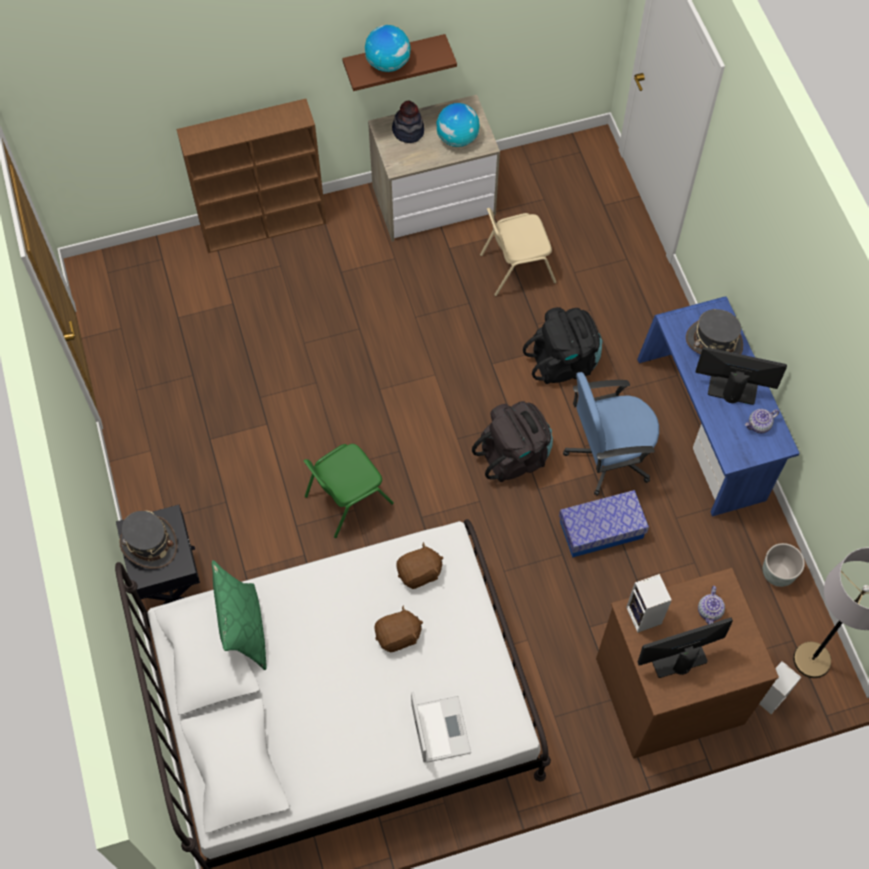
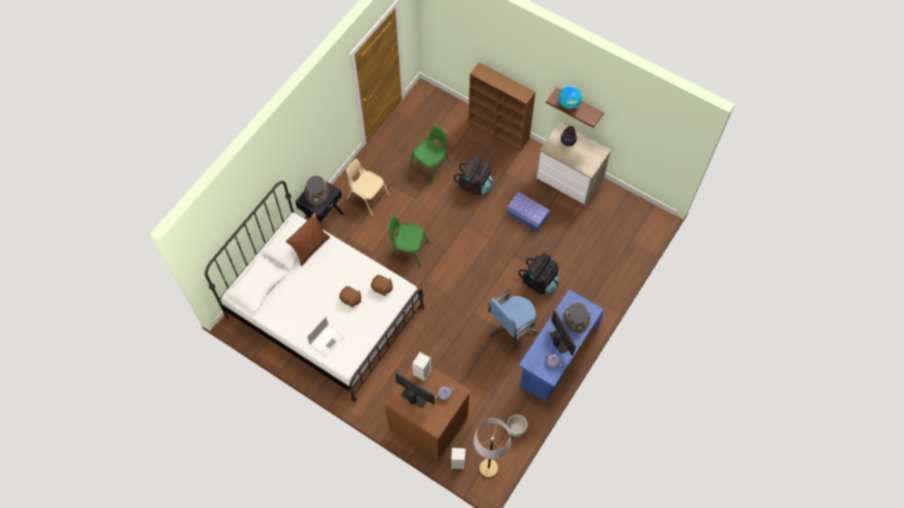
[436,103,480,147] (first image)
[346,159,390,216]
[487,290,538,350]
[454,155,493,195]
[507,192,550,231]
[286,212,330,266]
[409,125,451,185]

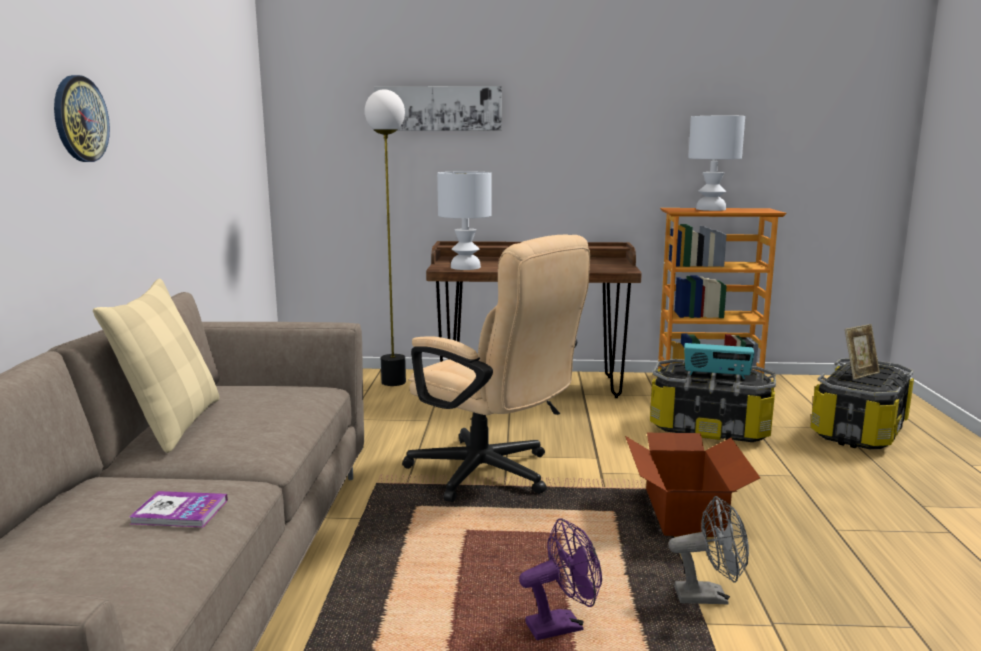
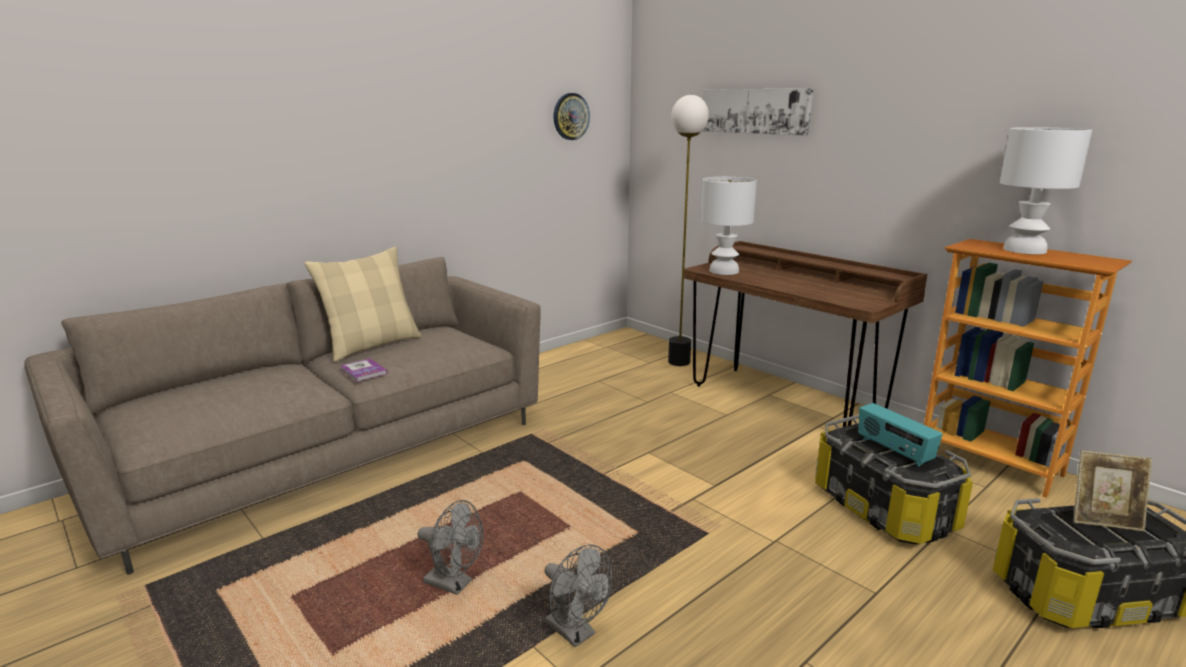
[554,93,590,140]
[402,234,590,502] (first image)
[625,433,760,537] (first image)
[340,358,388,382]
[418,500,484,595]

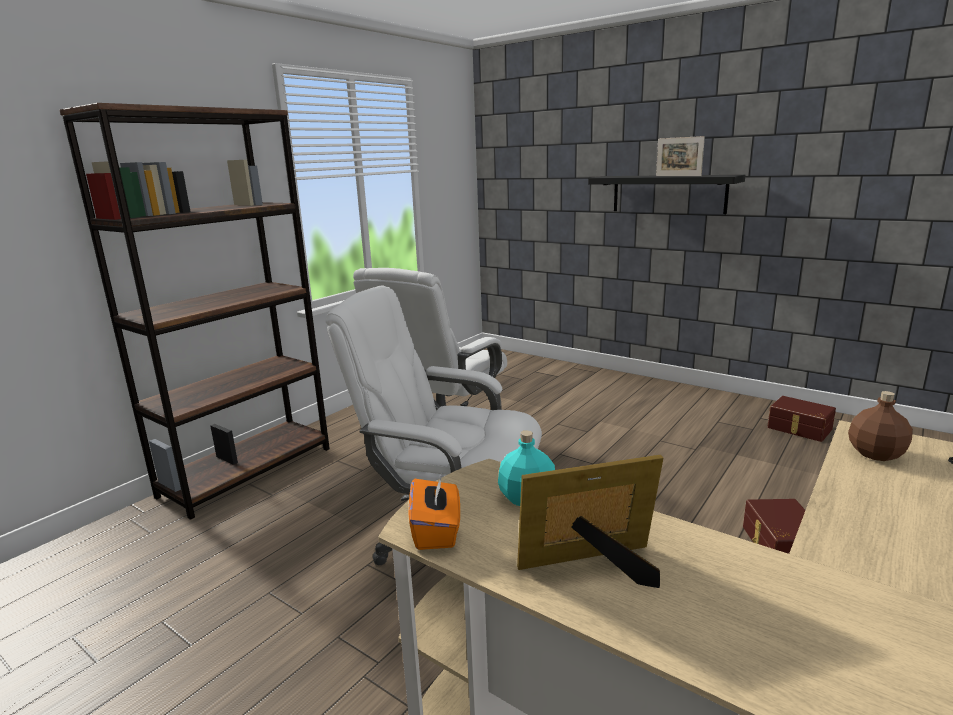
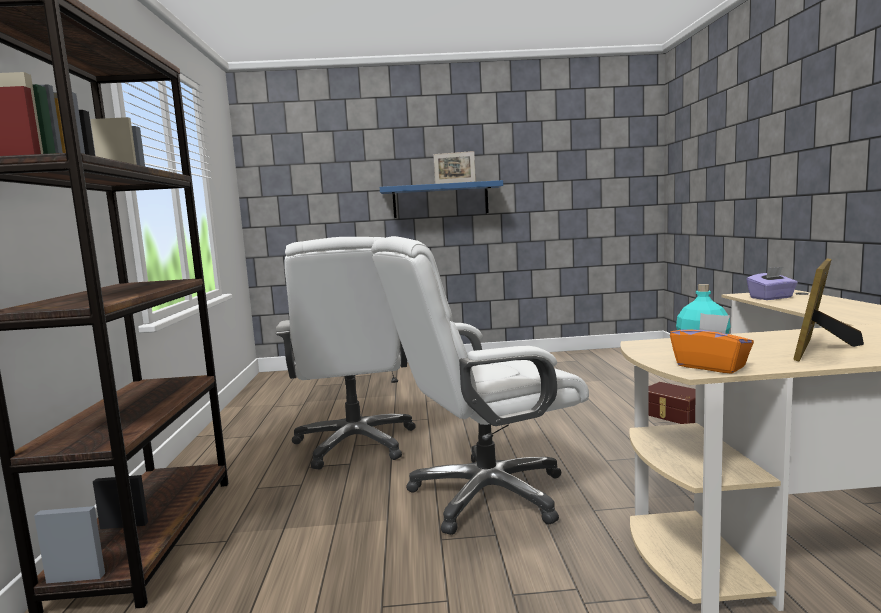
[380,180,503,218]
[746,267,798,300]
[767,396,836,442] (first image)

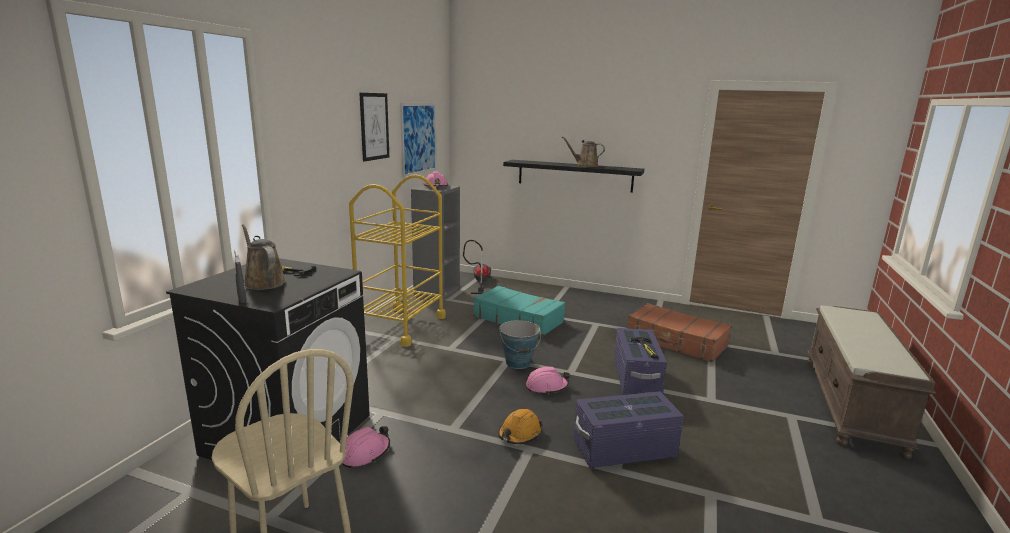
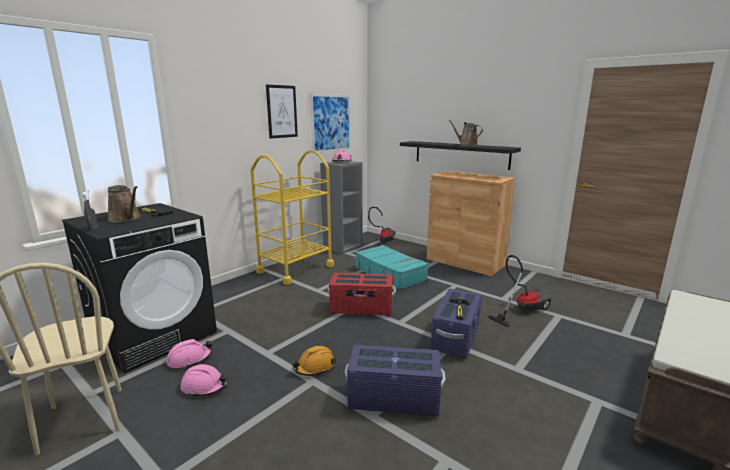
[108,185,140,222]
[488,255,552,327]
[327,273,396,316]
[180,364,228,397]
[427,171,515,276]

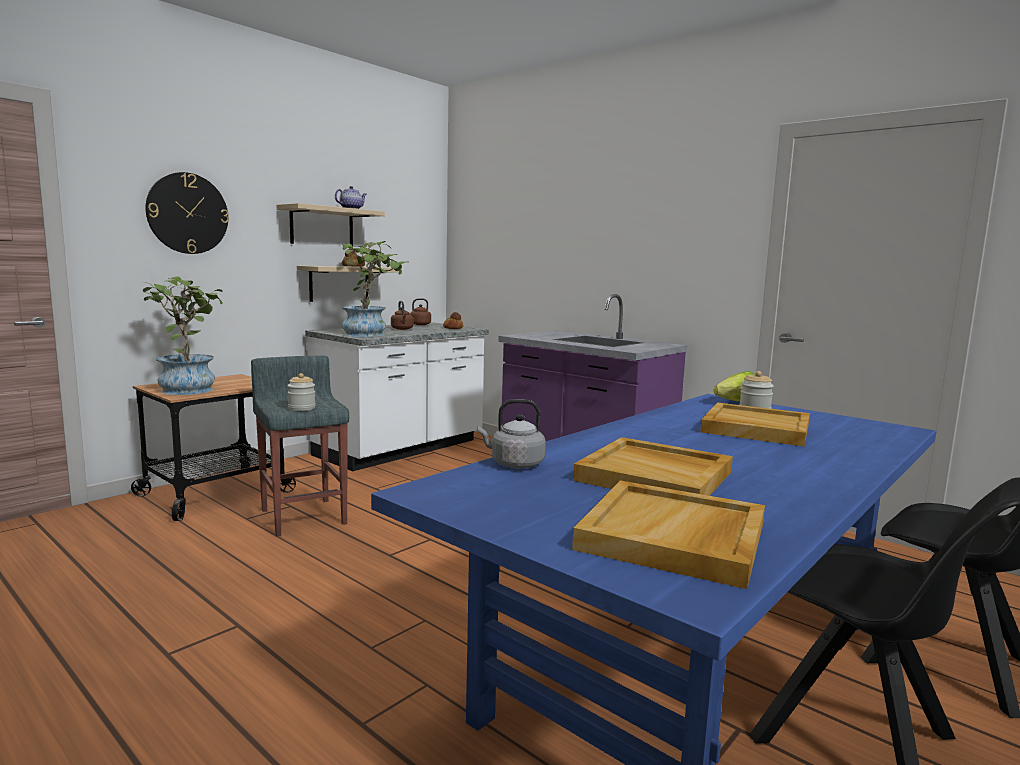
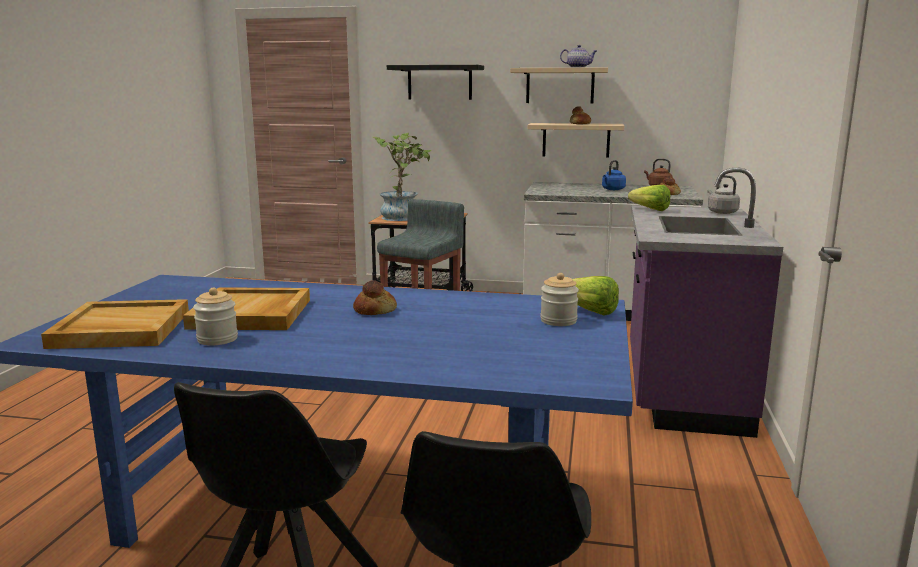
[387,65,484,100]
[341,241,406,337] (first image)
[602,160,626,190]
[193,288,238,346]
[708,175,740,214]
[700,403,810,447] (first image)
[628,185,670,211]
[353,280,397,315]

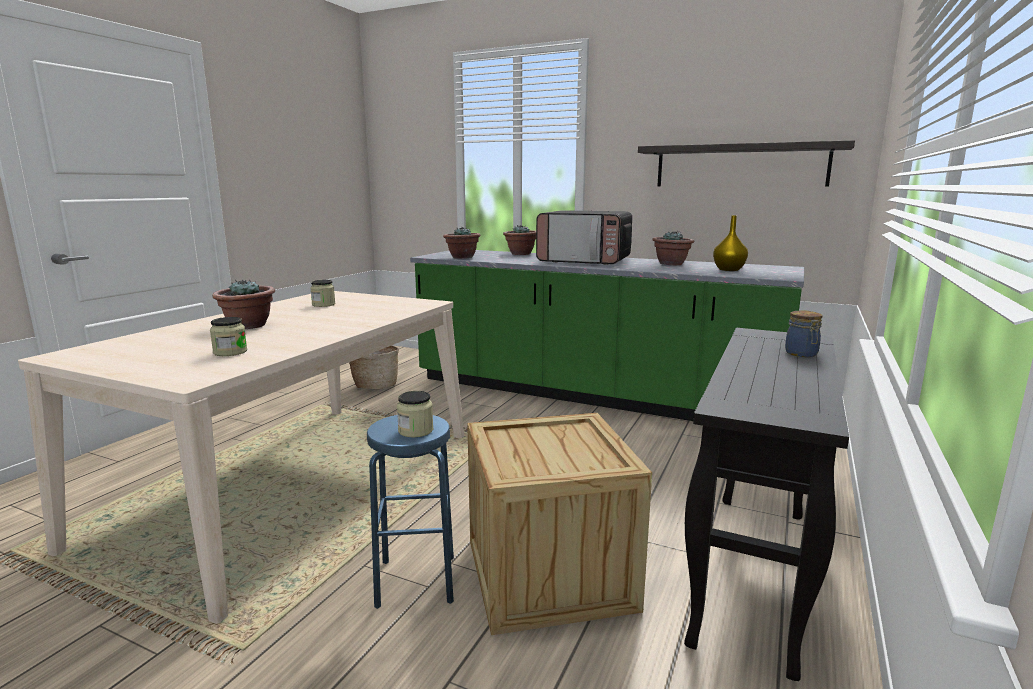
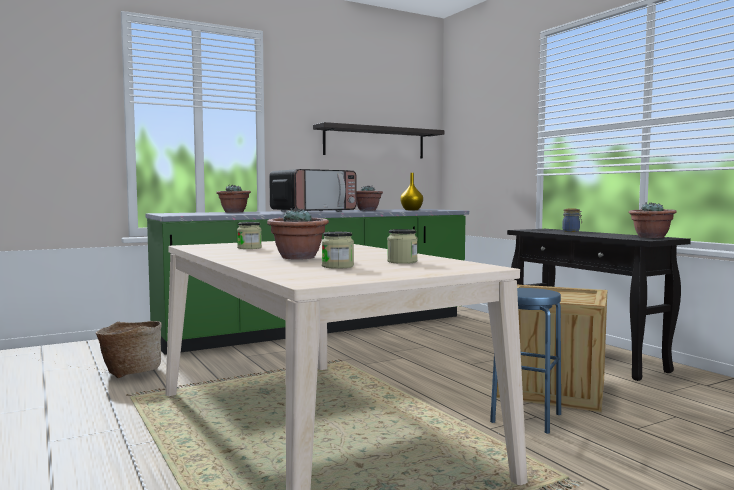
[629,202,677,238]
[322,232,354,269]

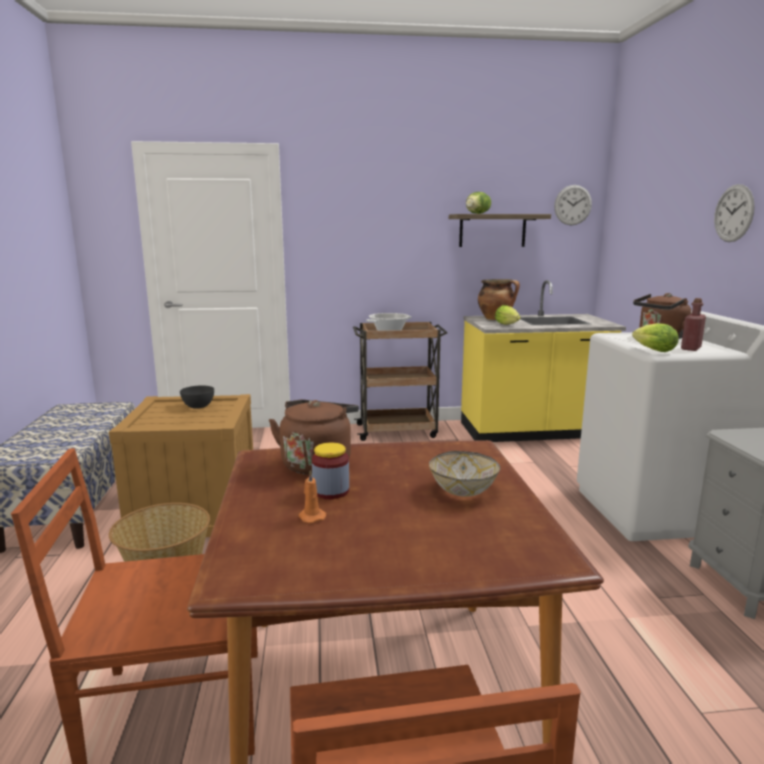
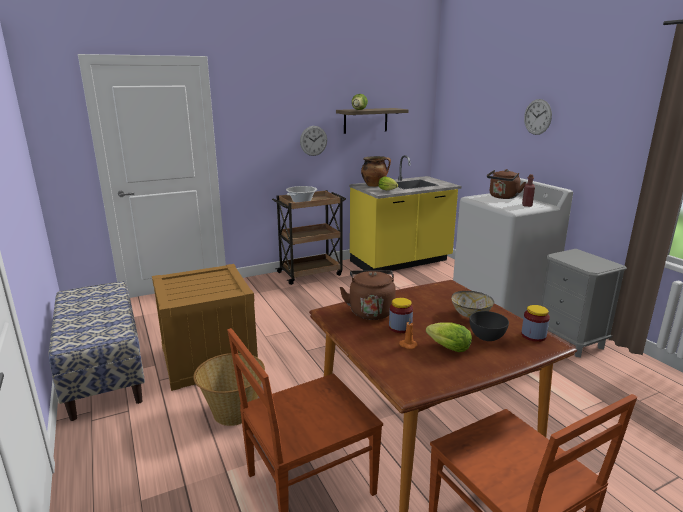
[300,126,327,156]
[426,322,472,352]
[470,311,509,341]
[521,305,550,342]

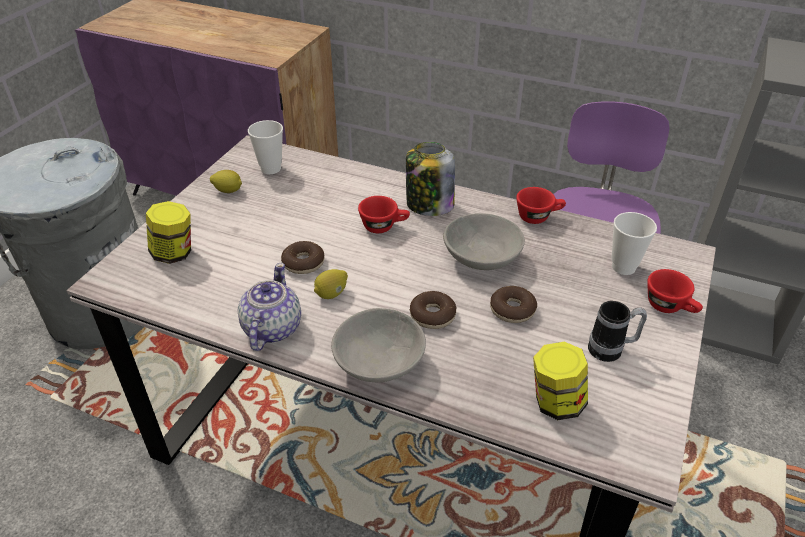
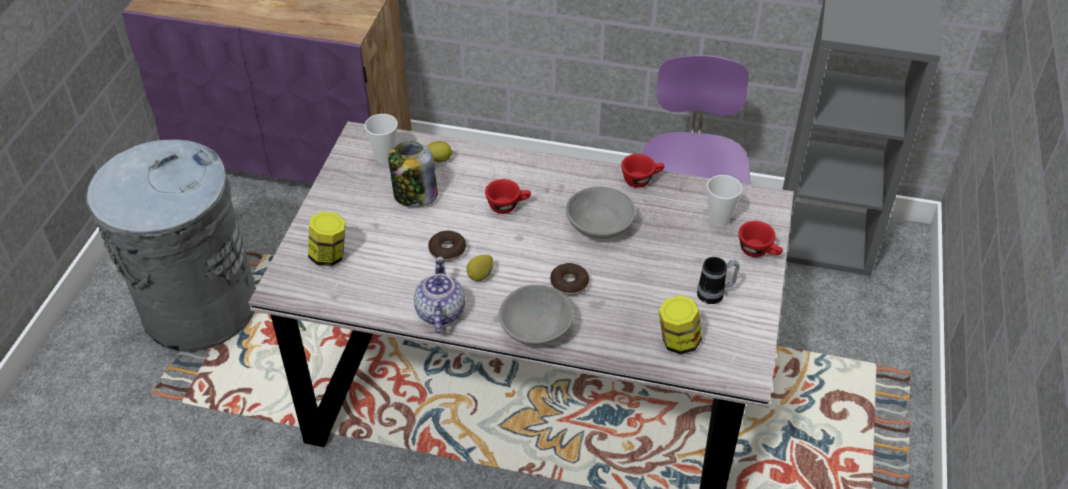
[388,141,438,207]
[426,141,453,162]
[490,286,537,323] (first image)

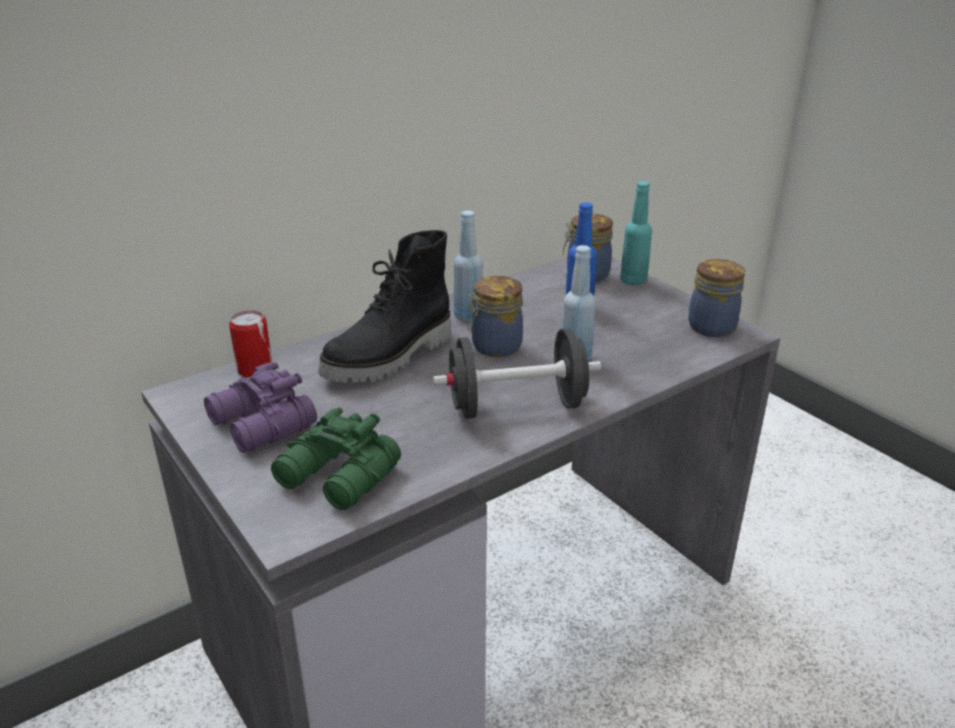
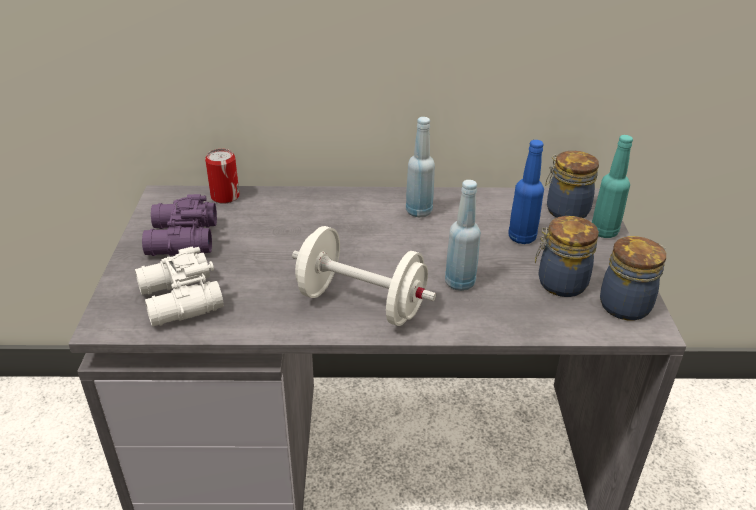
[318,230,451,383] (first image)
[535,216,599,297]
[292,226,436,326]
[135,246,224,327]

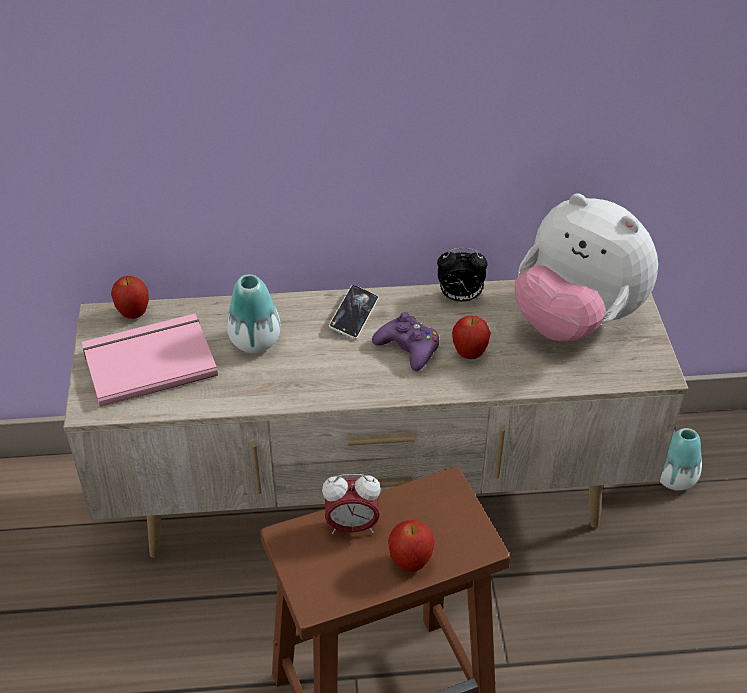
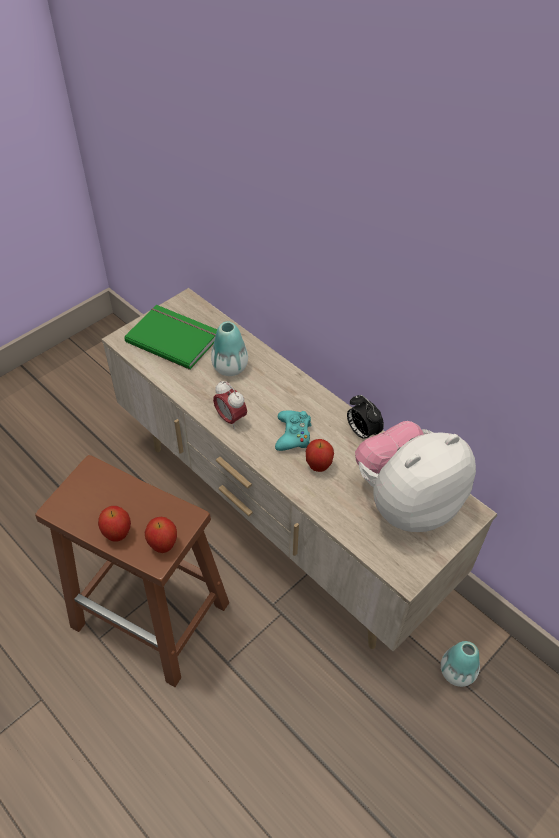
[355,421,476,532]
[144,517,177,553]
[329,285,379,339] (first image)
[275,410,311,451]
[124,305,217,370]
[213,381,247,429]

